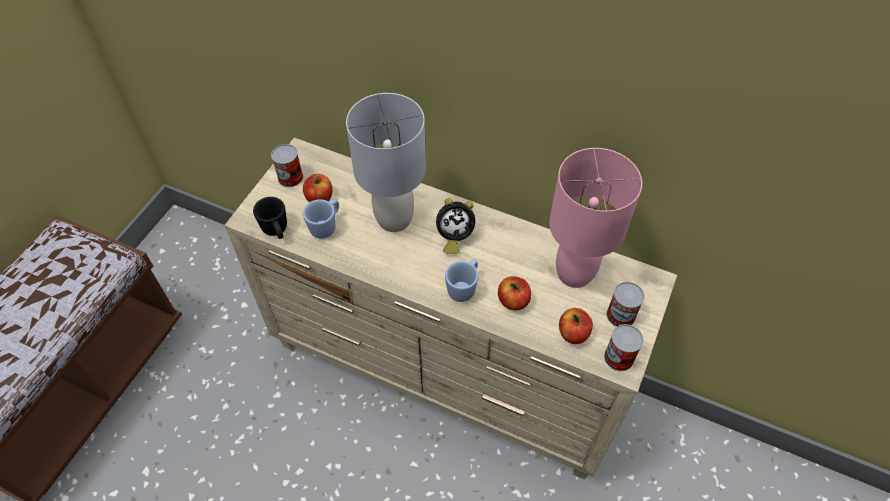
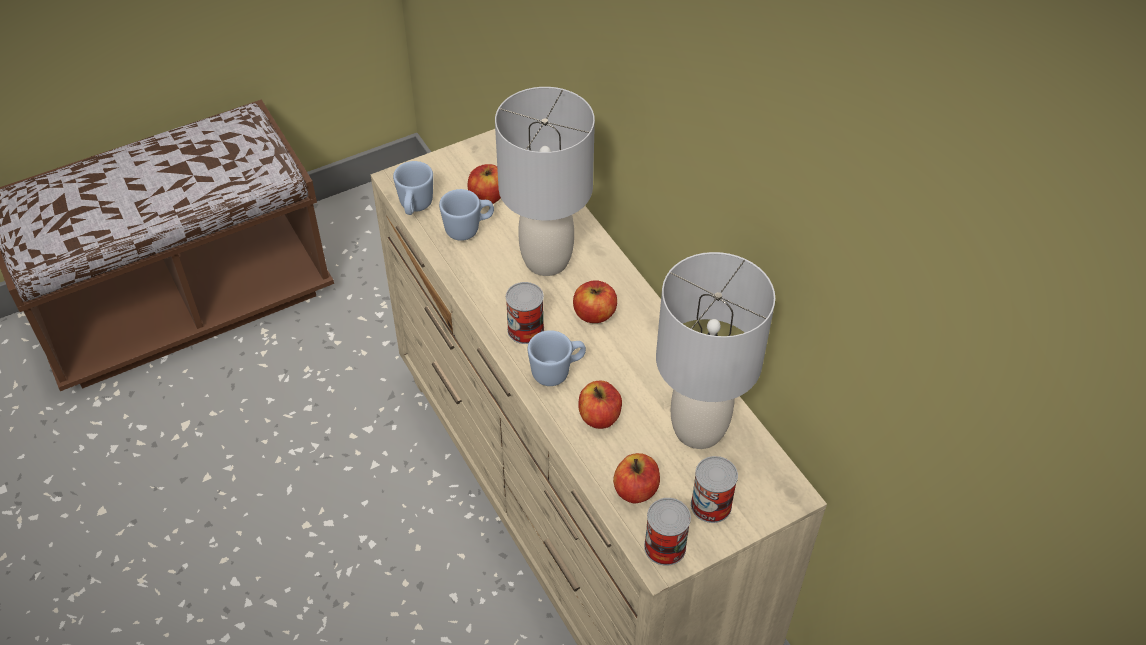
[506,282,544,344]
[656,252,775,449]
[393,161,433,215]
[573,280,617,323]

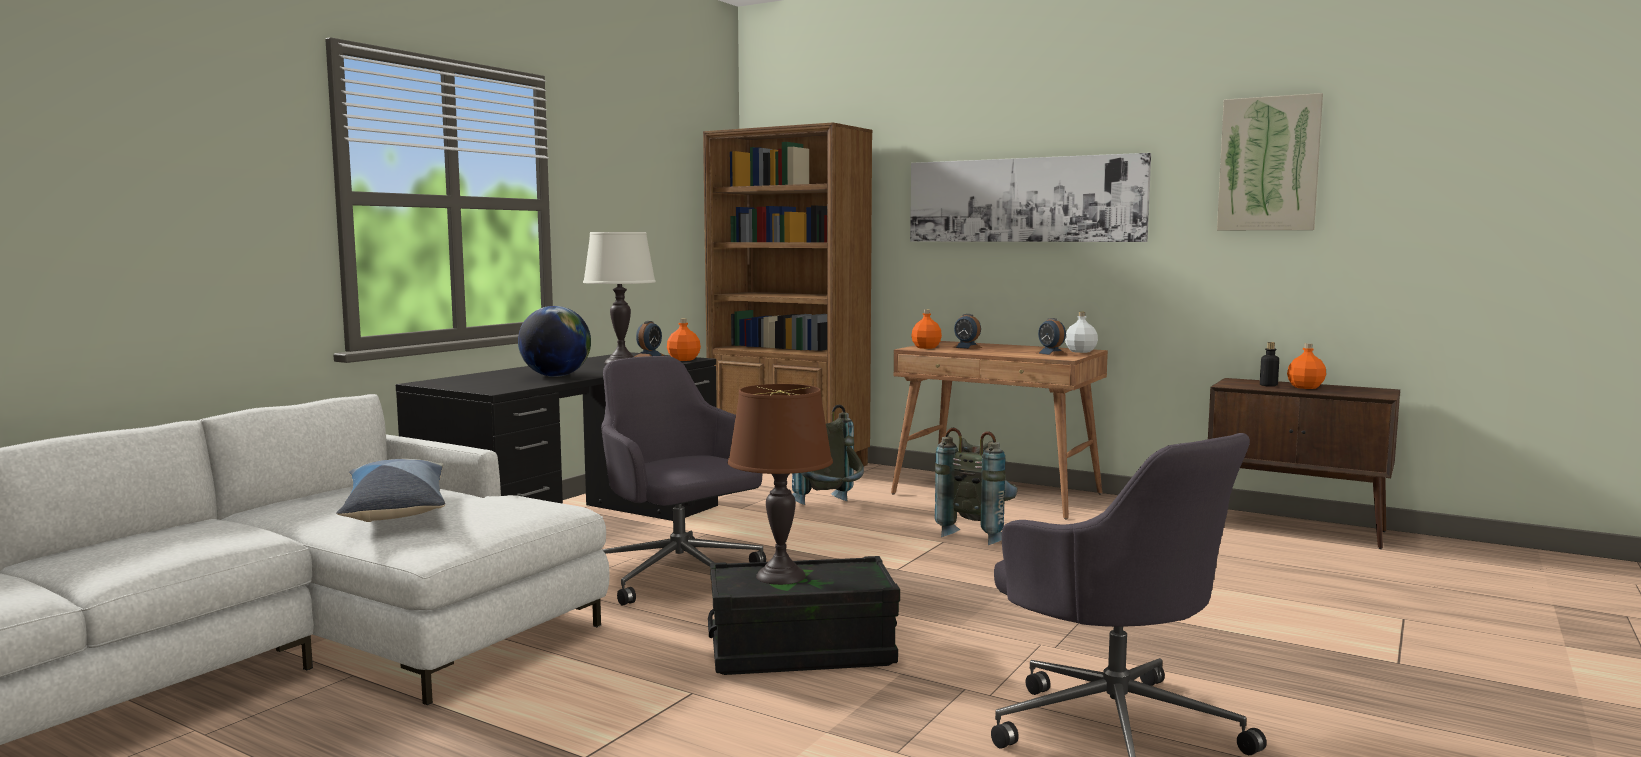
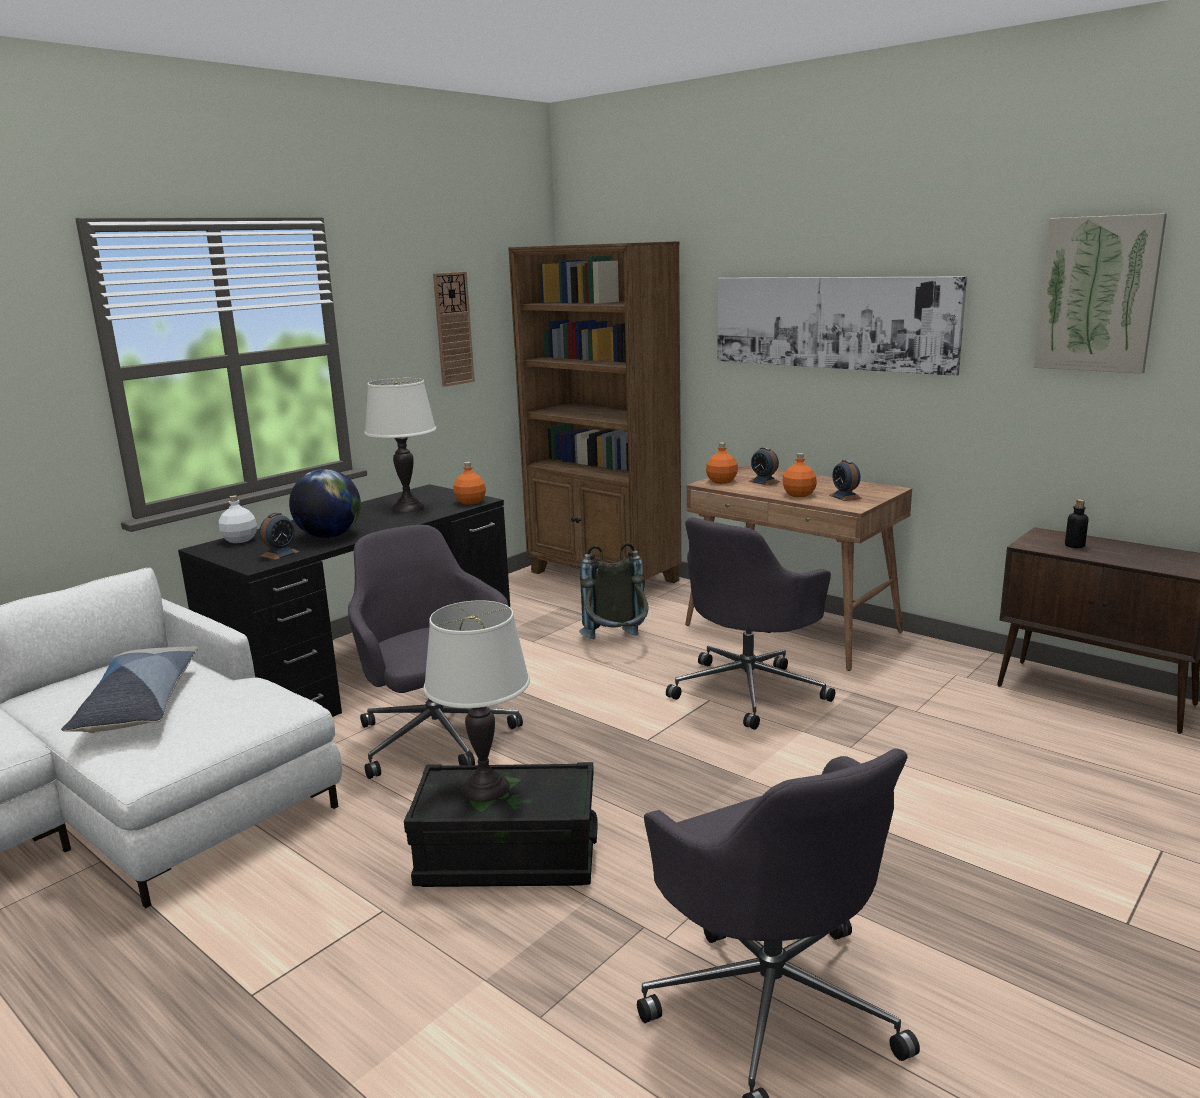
[219,495,257,543]
[259,513,300,560]
[782,453,817,497]
[423,600,530,802]
[666,517,835,730]
[433,271,475,387]

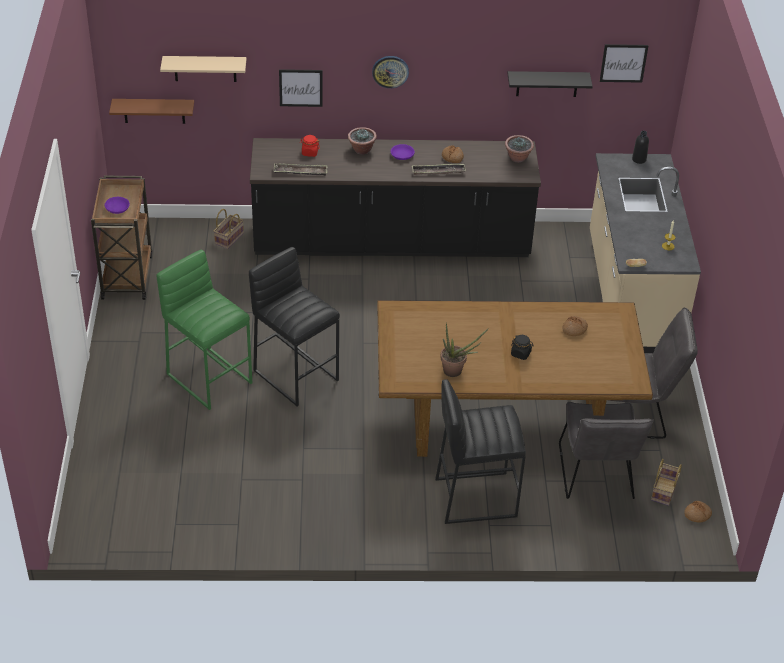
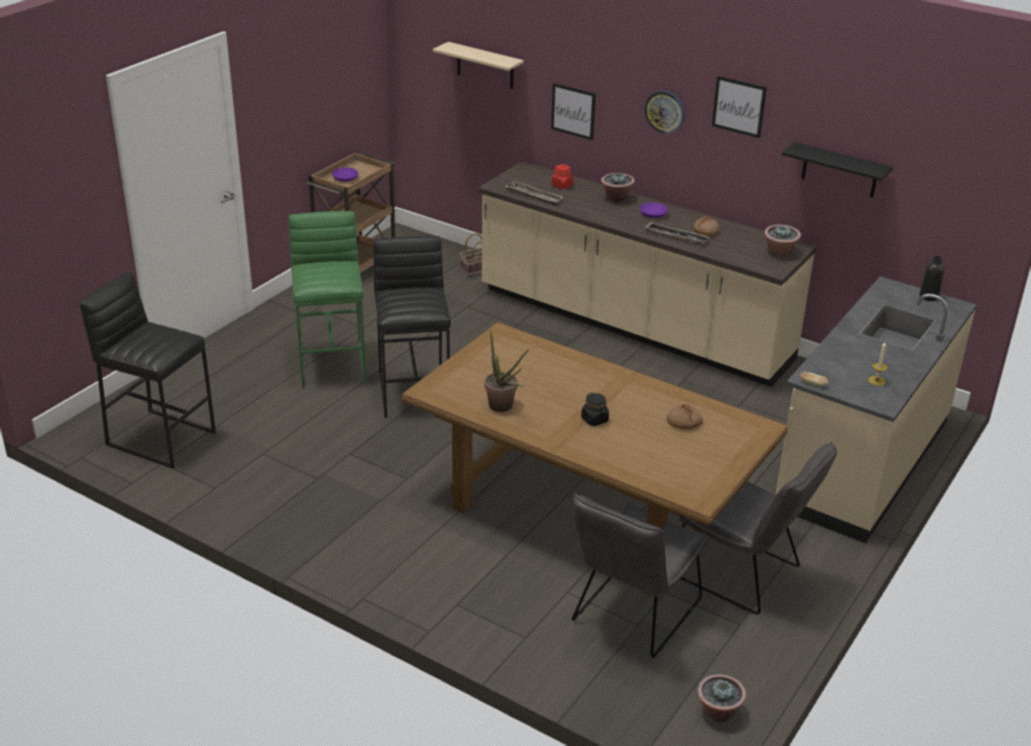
[712,76,767,138]
[109,99,194,124] (first image)
[479,161,817,387]
[80,272,216,469]
[651,459,682,506] (first image)
[697,674,746,722]

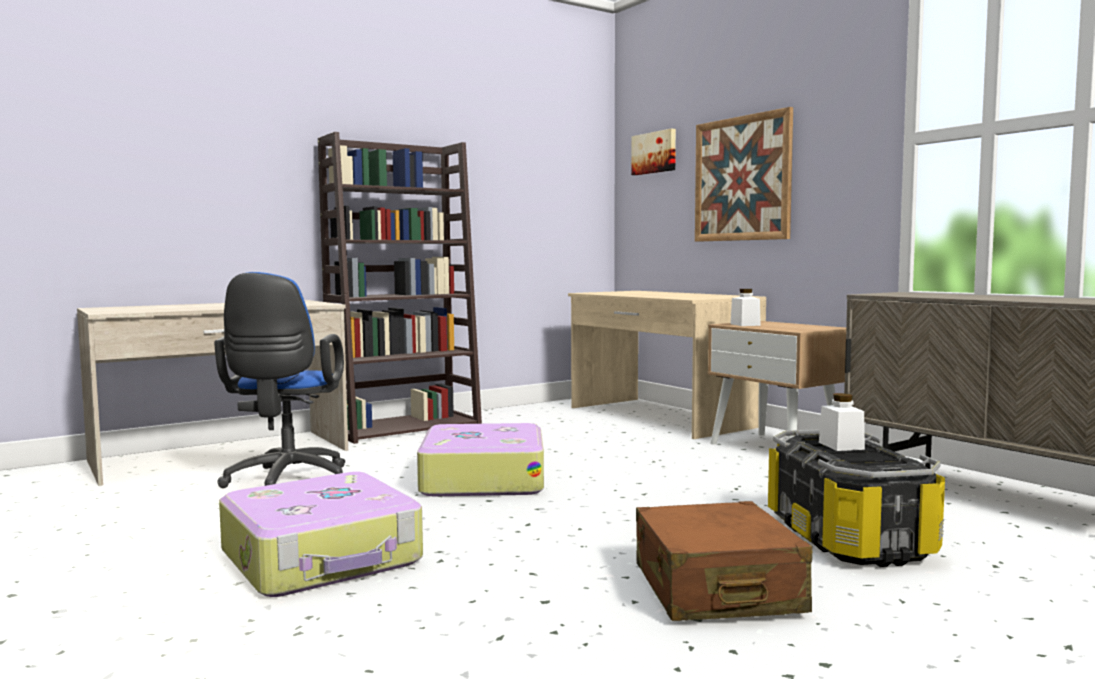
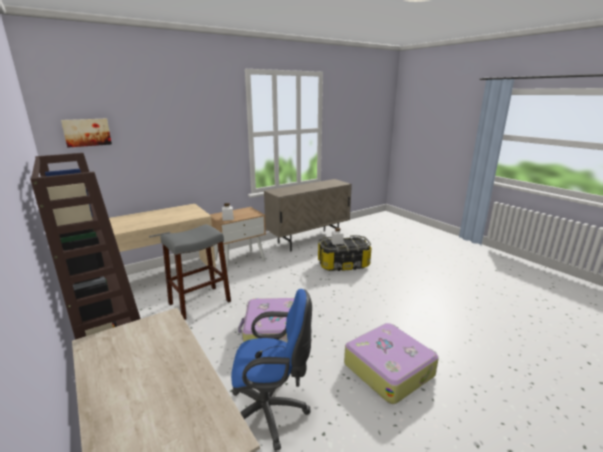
[695,107,793,242] (first image)
[636,501,812,621] (first image)
[160,224,231,320]

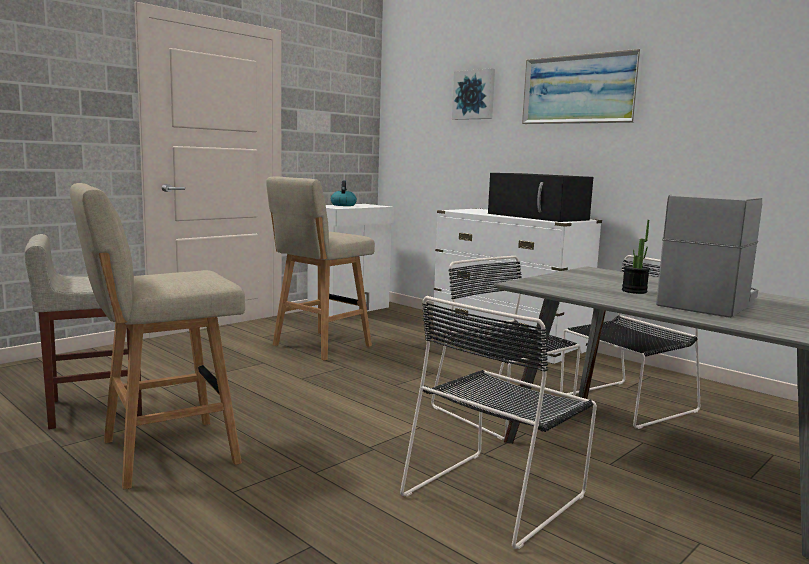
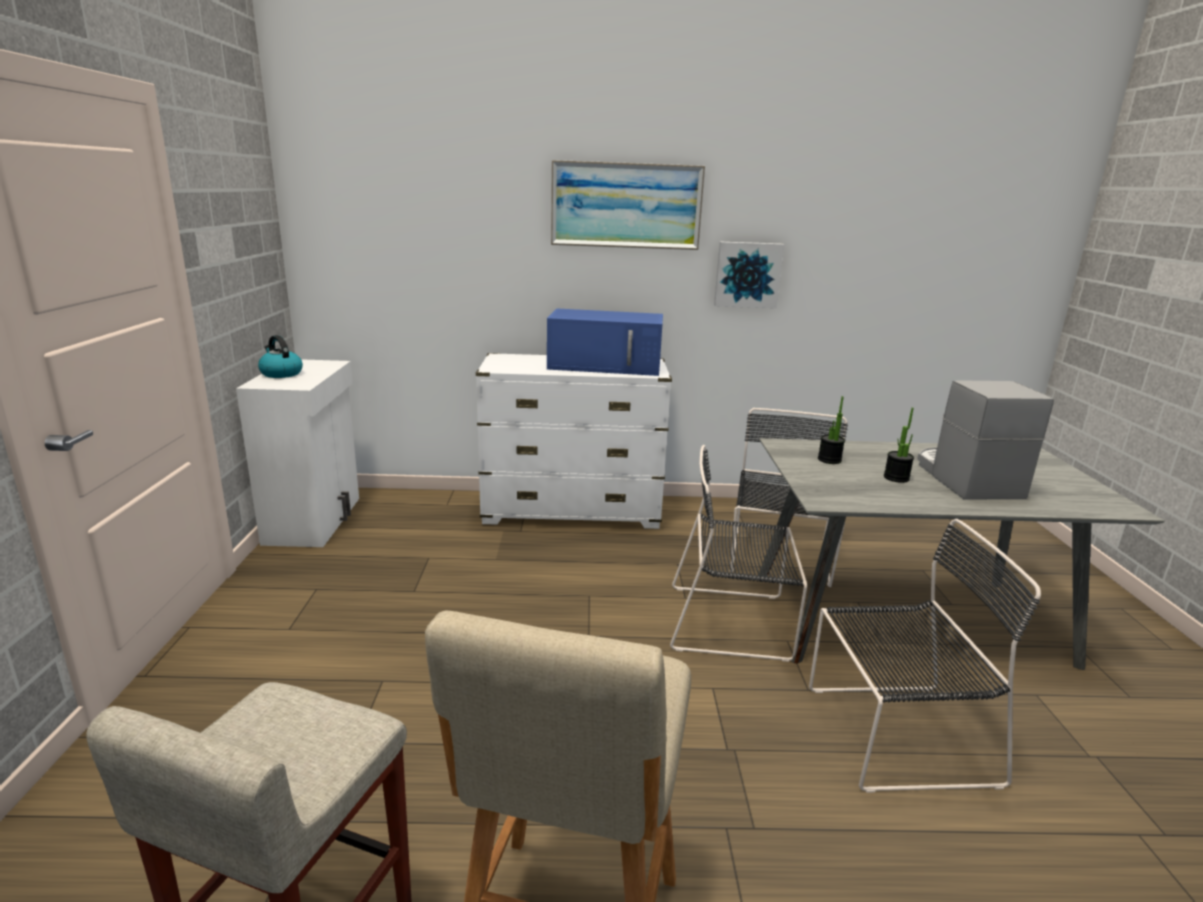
[714,242,784,308]
[547,308,663,376]
[266,176,375,361] (first image)
[809,519,1041,793]
[818,396,845,464]

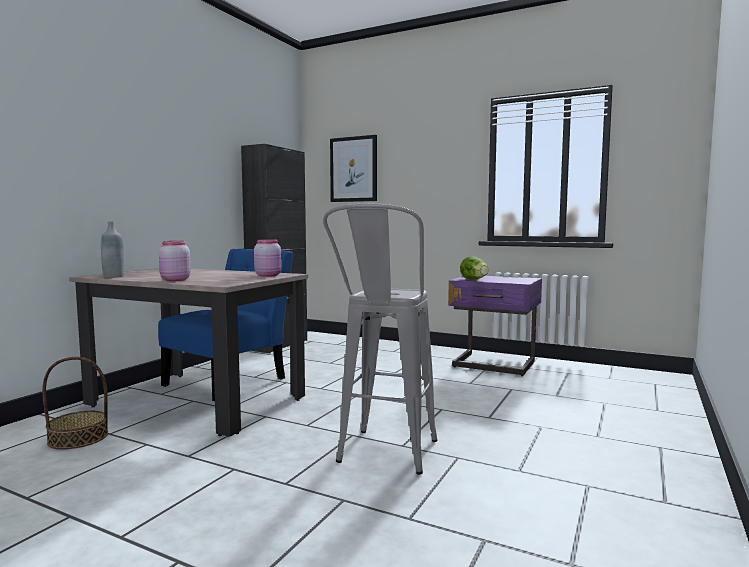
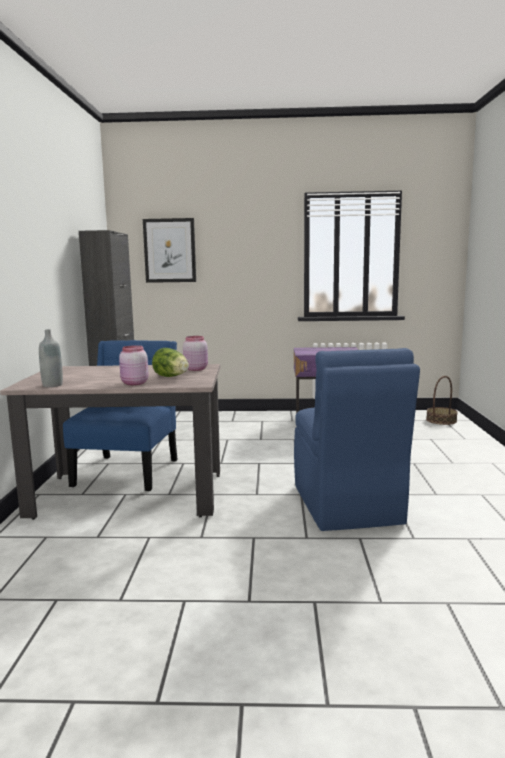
[294,348,420,531]
[152,348,189,377]
[426,376,458,425]

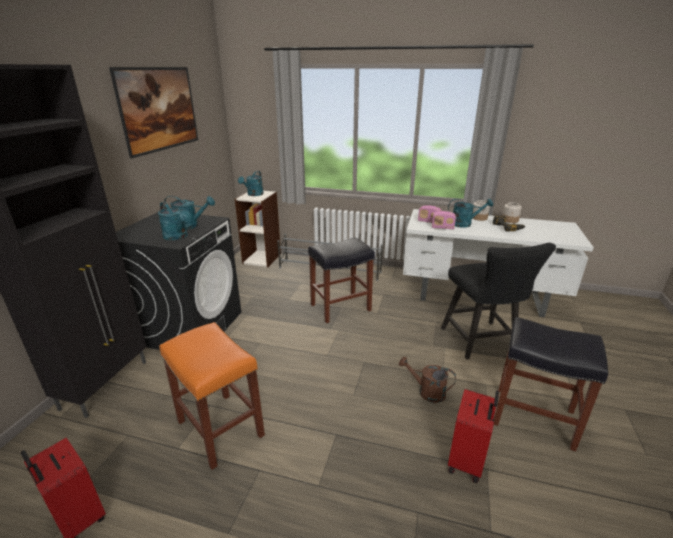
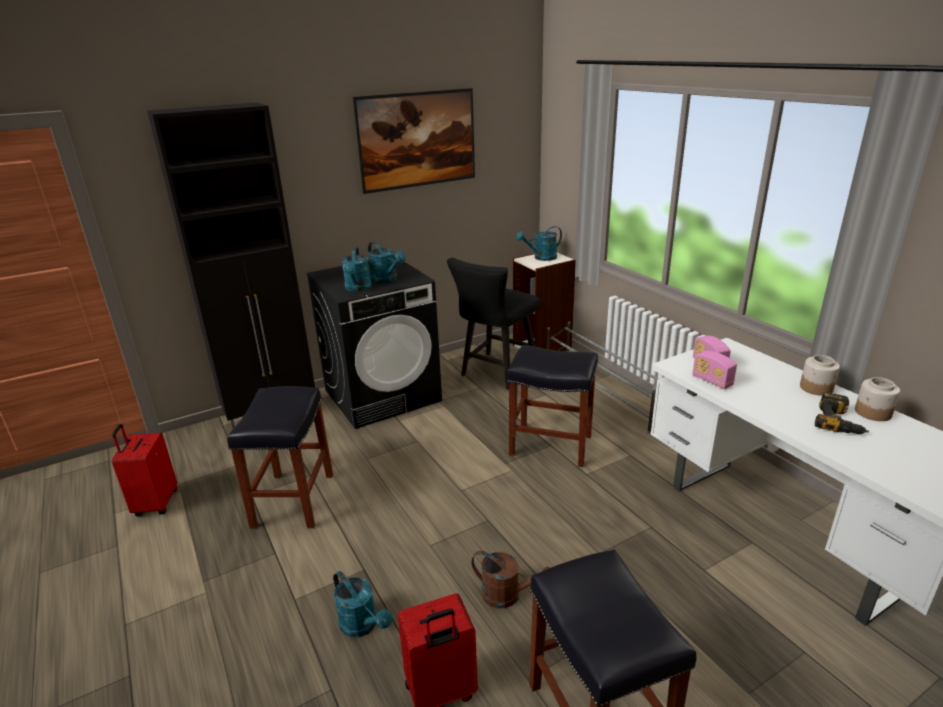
[333,571,392,637]
[447,258,541,390]
[227,386,333,528]
[471,551,549,608]

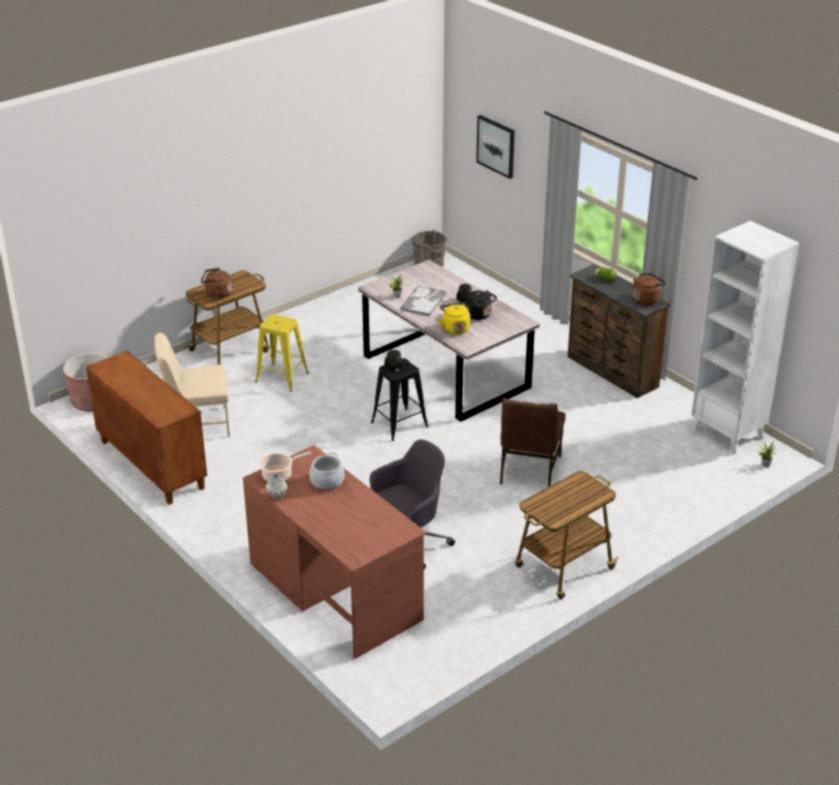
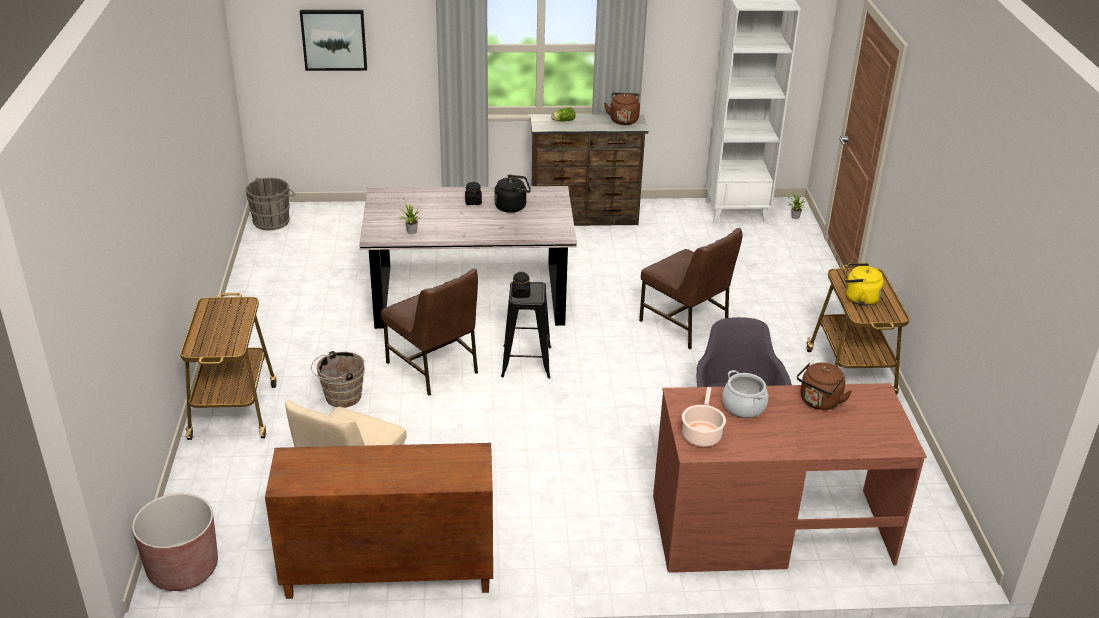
[797,363,852,410]
[400,286,446,316] (first image)
[845,263,884,306]
[311,351,365,408]
[266,474,288,499] (first image)
[381,268,478,396]

